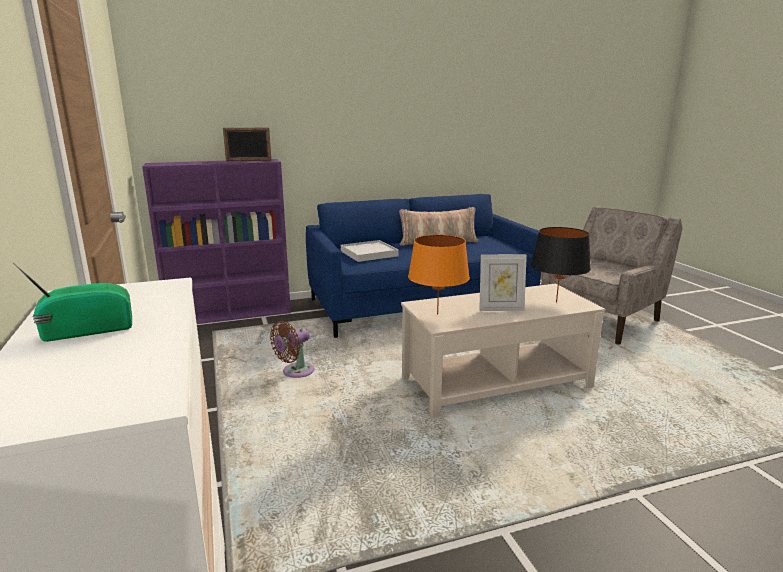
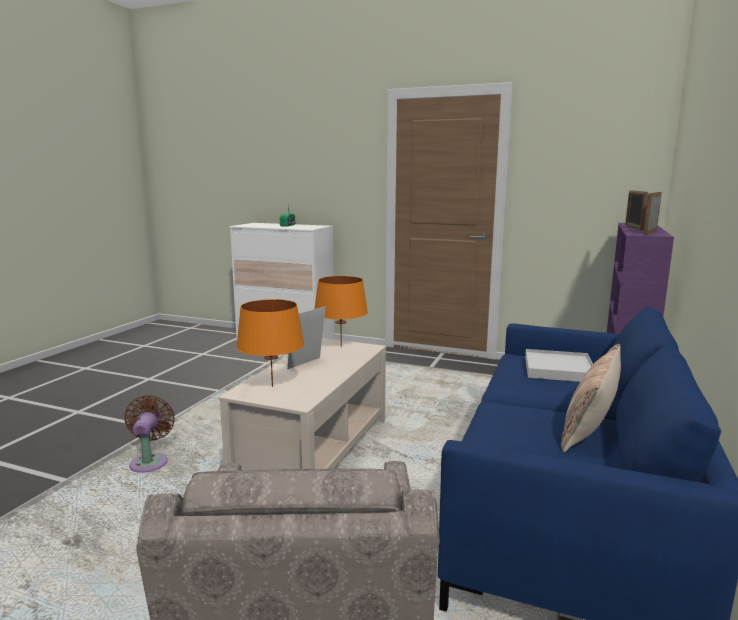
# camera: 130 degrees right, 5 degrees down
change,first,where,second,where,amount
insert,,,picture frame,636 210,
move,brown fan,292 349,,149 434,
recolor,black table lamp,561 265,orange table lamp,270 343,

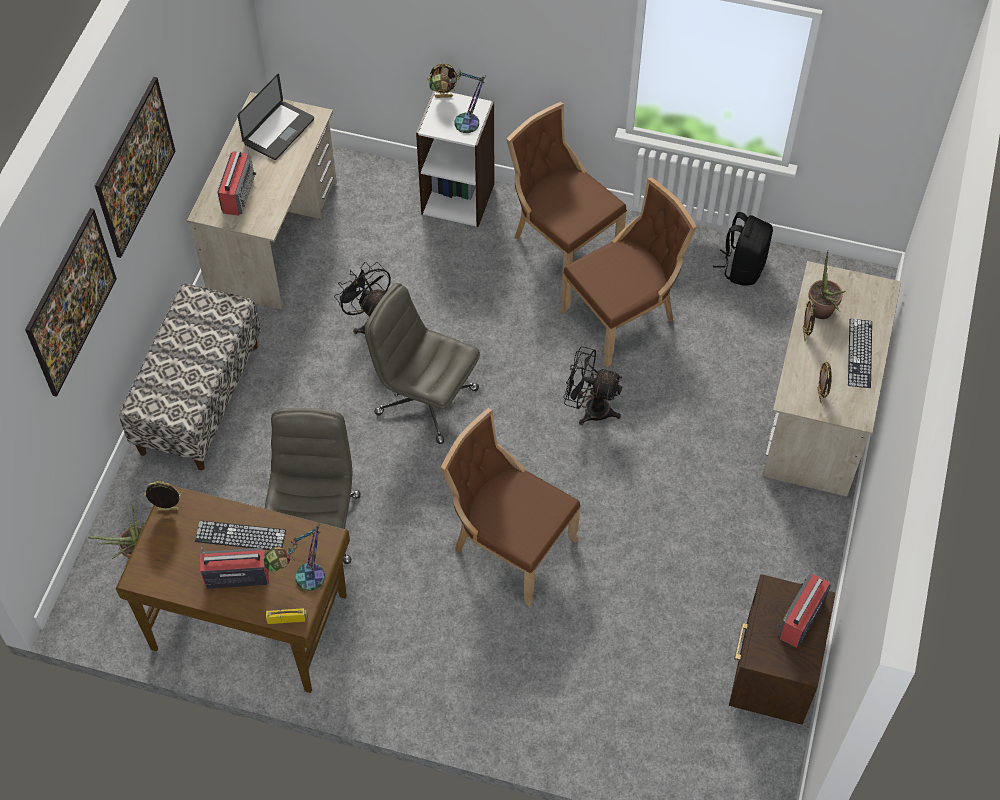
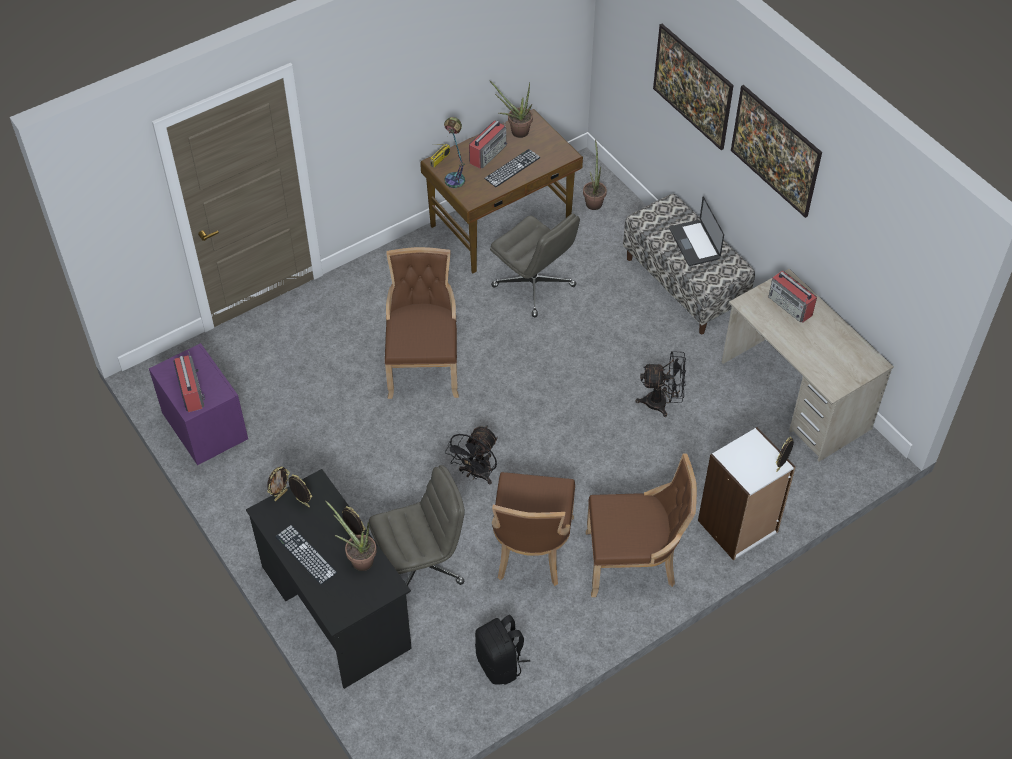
# camera: 130 degrees right, 5 degrees down
change,first,where,second,where,amount
delete,table lamp,457 101,,,
insert,,,potted plant,511 109,
move,picture frame,162 495,,278 483,
move,laptop,276 117,,696 231,
move,grey office chair,422 363,,417 525,
recolor,brown nightstand,782 649,purple nightstand,198 404,
recolor,beige desk,832 378,black desk,329 579,
rotate,brown chair,511 507,,422 323,75 degrees counterclockwise
rotate,black fan,592 385,,471 455,150 degrees clockwise

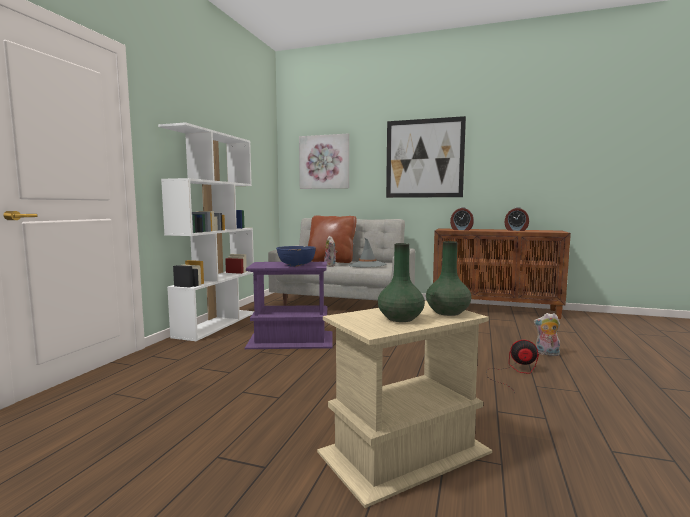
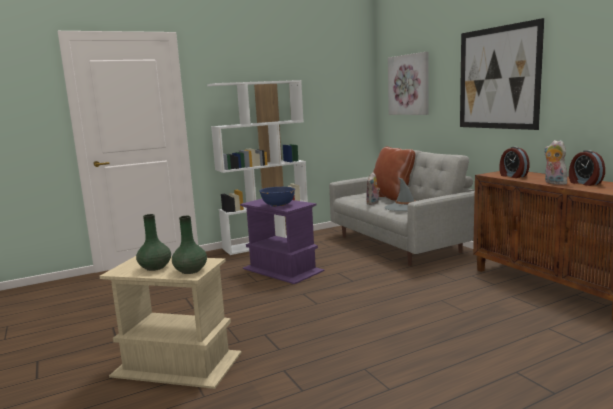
# camera: 45 degrees right, 5 degrees up
change,first,where,second,where,amount
delete,fan,512 366,,,
move,plush toy,547 334,,555 162,

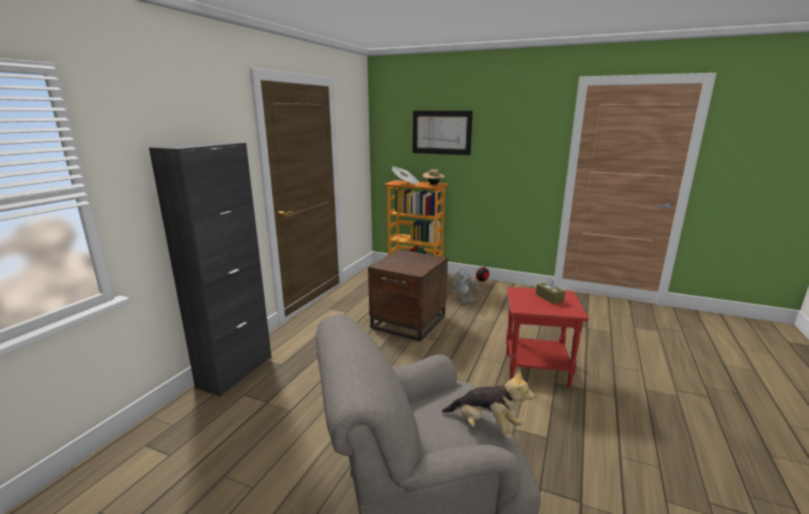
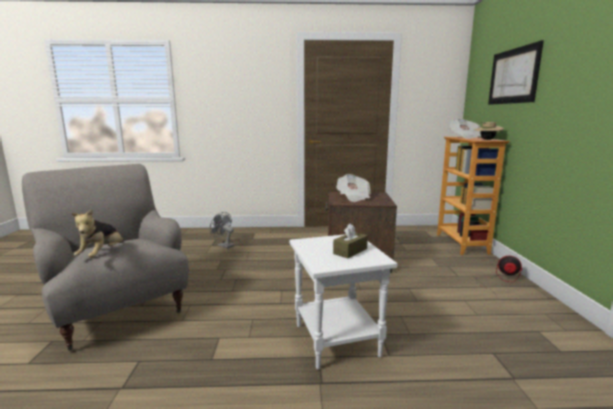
# camera: 65 degrees right, 5 degrees down
change,first,where,second,where,amount
delete,black cabinet,210 269,,,
insert,,,newspaper,353 188,
move,grey fan,465 286,,222 230,
recolor,red side table,547 337,white side table,343 302,

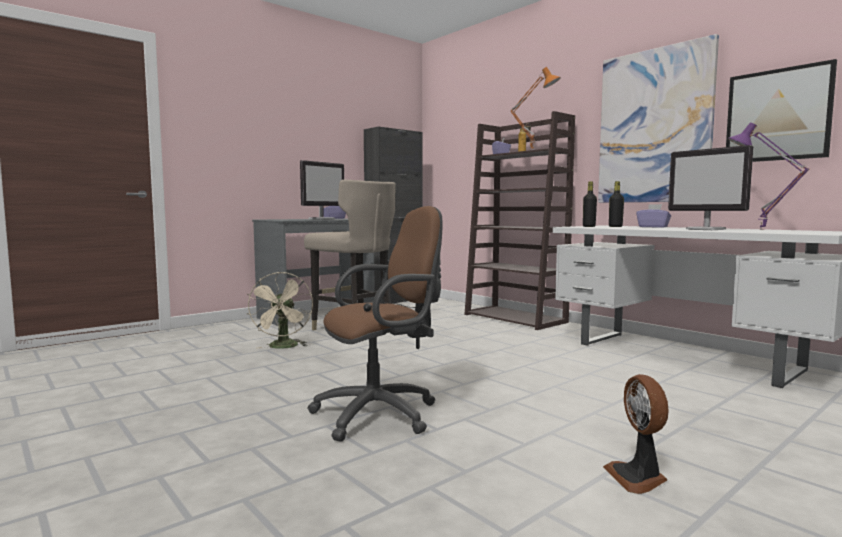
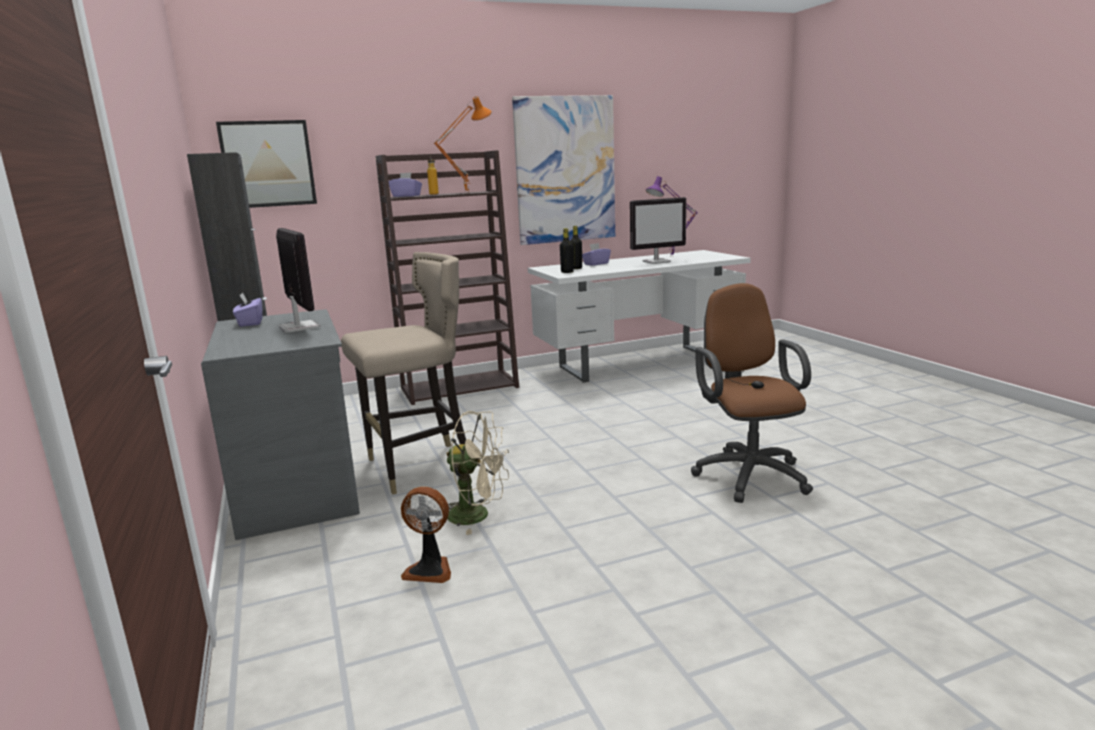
# camera: 70 degrees left, 10 degrees up
change,first,where,second,where,amount
move,fan,636 434,,426 534,
move,picture,781 110,,266 164,

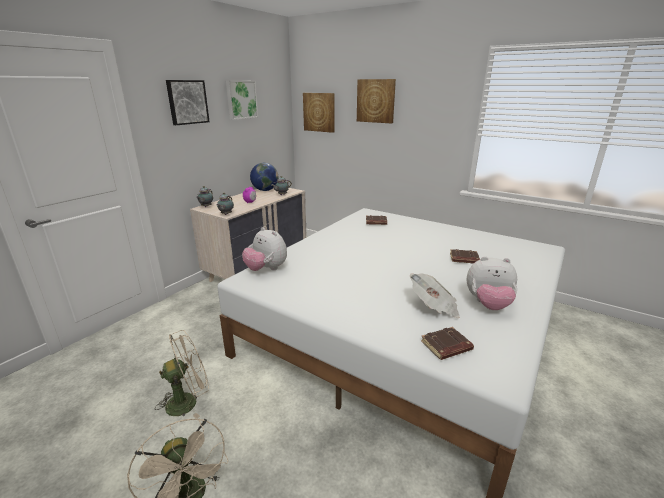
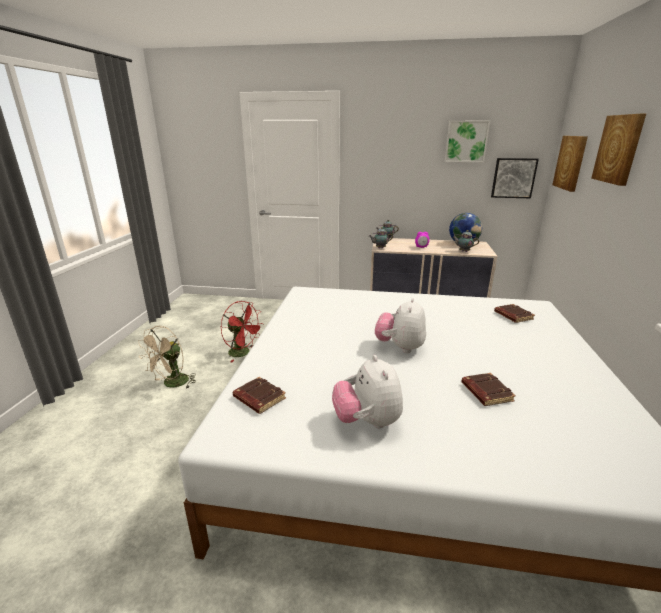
# camera: 65 degrees right, 0 degrees up
change,first,where,second,where,amount
delete,newspaper,435 295,,,
move,picture,188 102,,515 178,
move,plush toy,264 249,,400 325,
recolor,beige fan,182 374,red fan,242 331,

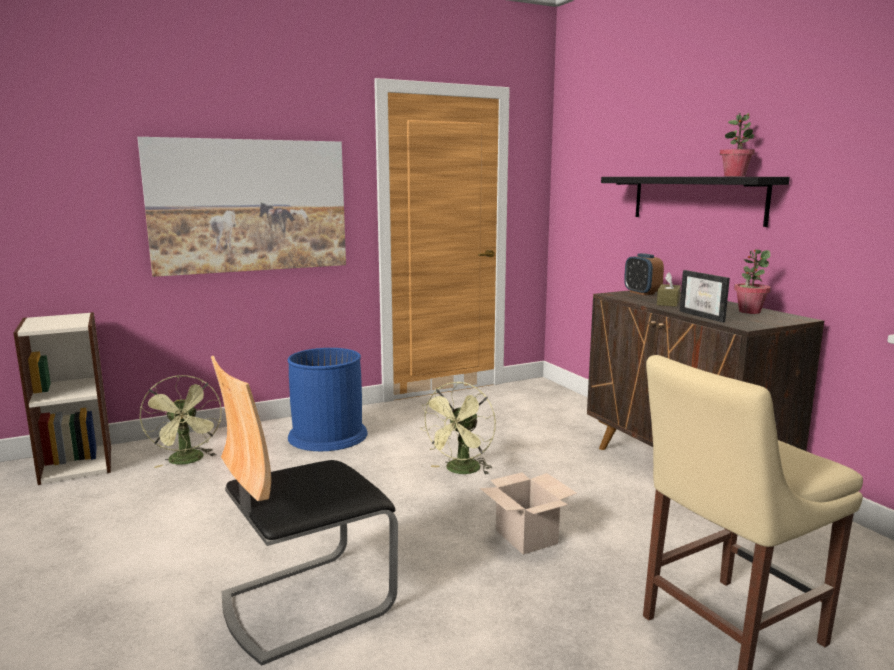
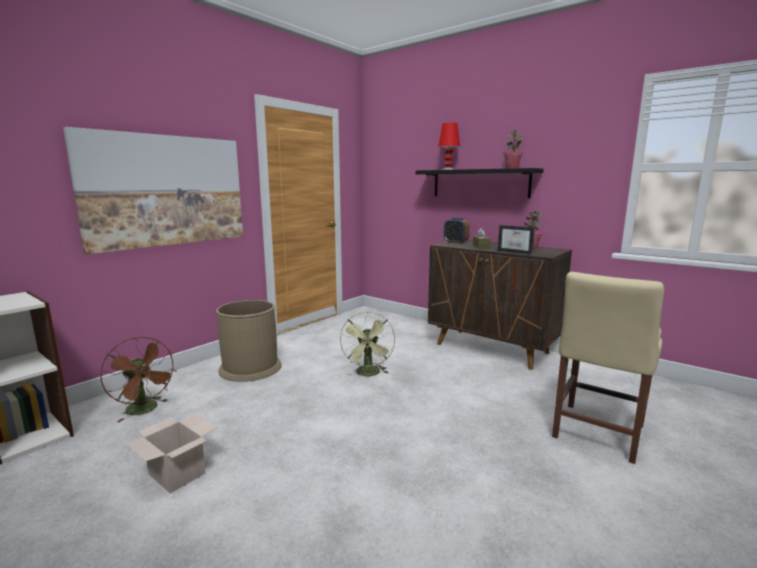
# camera: 25 degrees left, 0 degrees up
change,first,where,second,where,amount
delete,chair,304 511,,,
insert,,,red table lamp,449 146,
move,cardboard box,528 513,,170 453,
recolor,green fan,181 421,brown fan,138 379,
recolor,blue trash can,327 399,brown trash can,249 341,

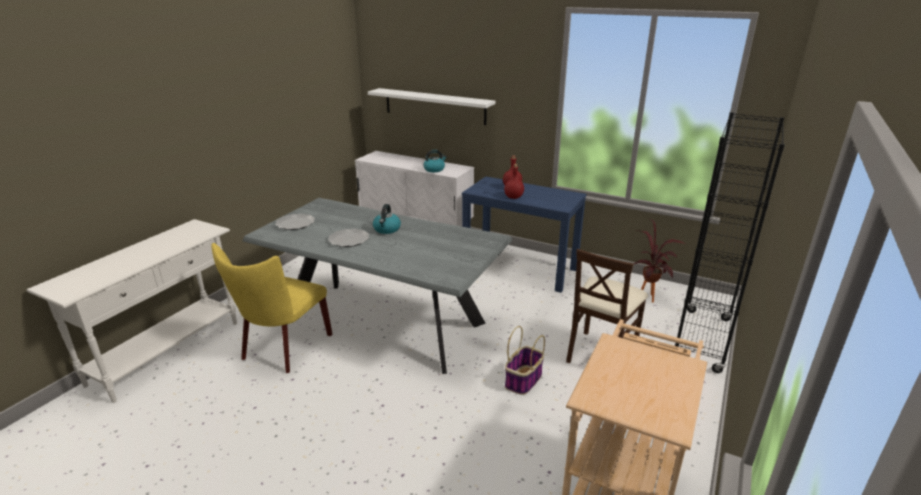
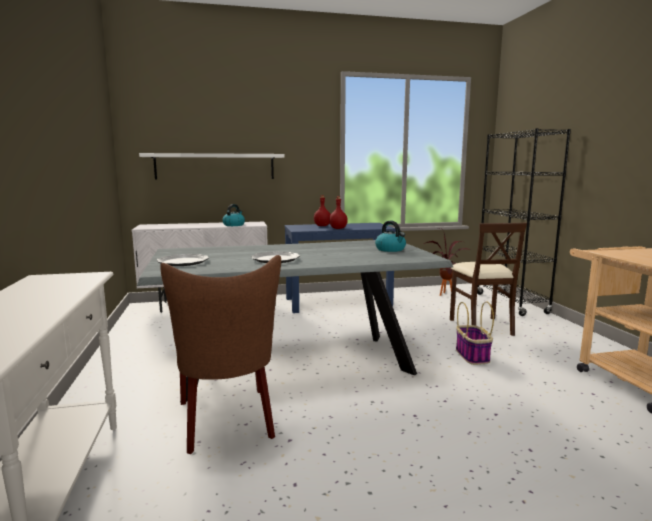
# camera: 40 degrees left, 15 degrees down
change,first,where,second,where,amount
move,kettle,387 219,,390 236,
recolor,yellow chair,271 308,brown chair,220 354,

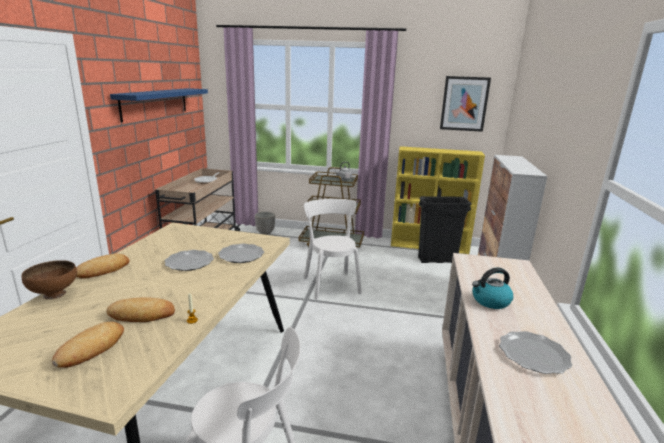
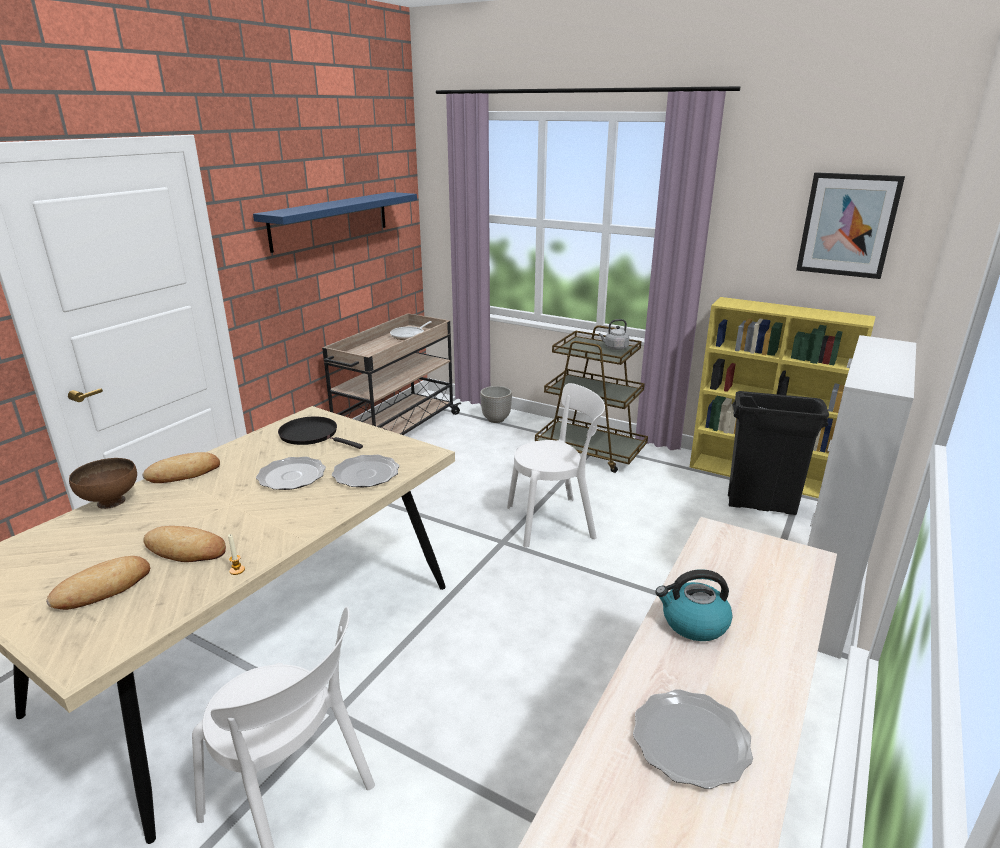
# camera: 20 degrees right, 5 degrees up
change,first,where,second,where,amount
insert,,,black frying pan,320 432,
rotate,white chair,333 249,,556 465,75 degrees clockwise

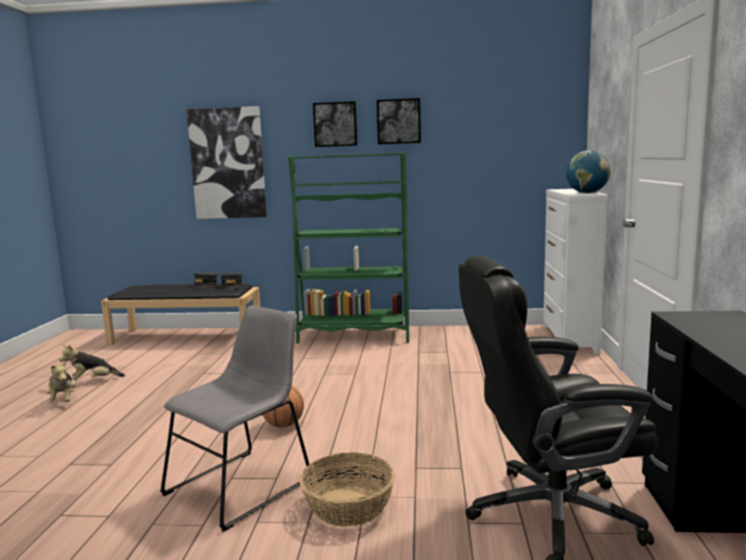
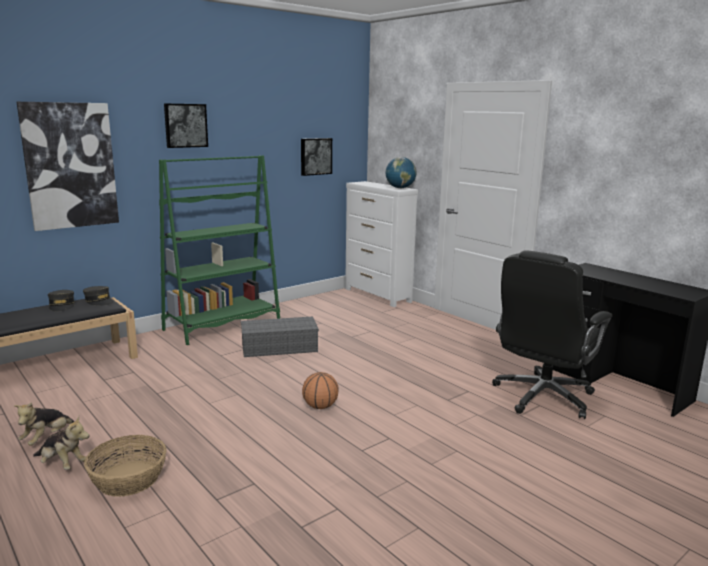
# camera: 45 degrees left, 5 degrees up
change,first,where,second,where,amount
delete,grey chair,236 418,,,
insert,,,grey storage box,280 337,
move,basket,347 489,,125 466,
move,picture,399 121,,316 157,

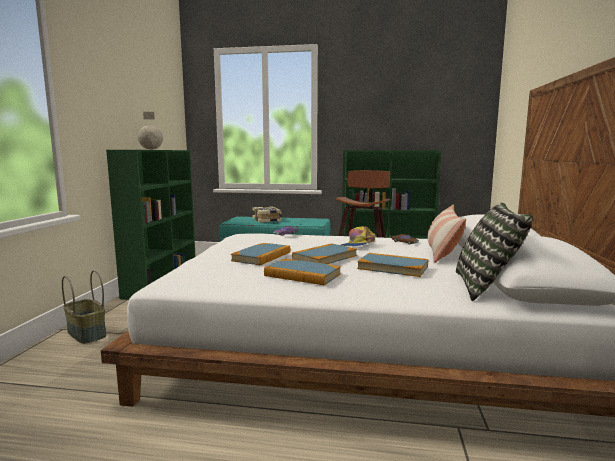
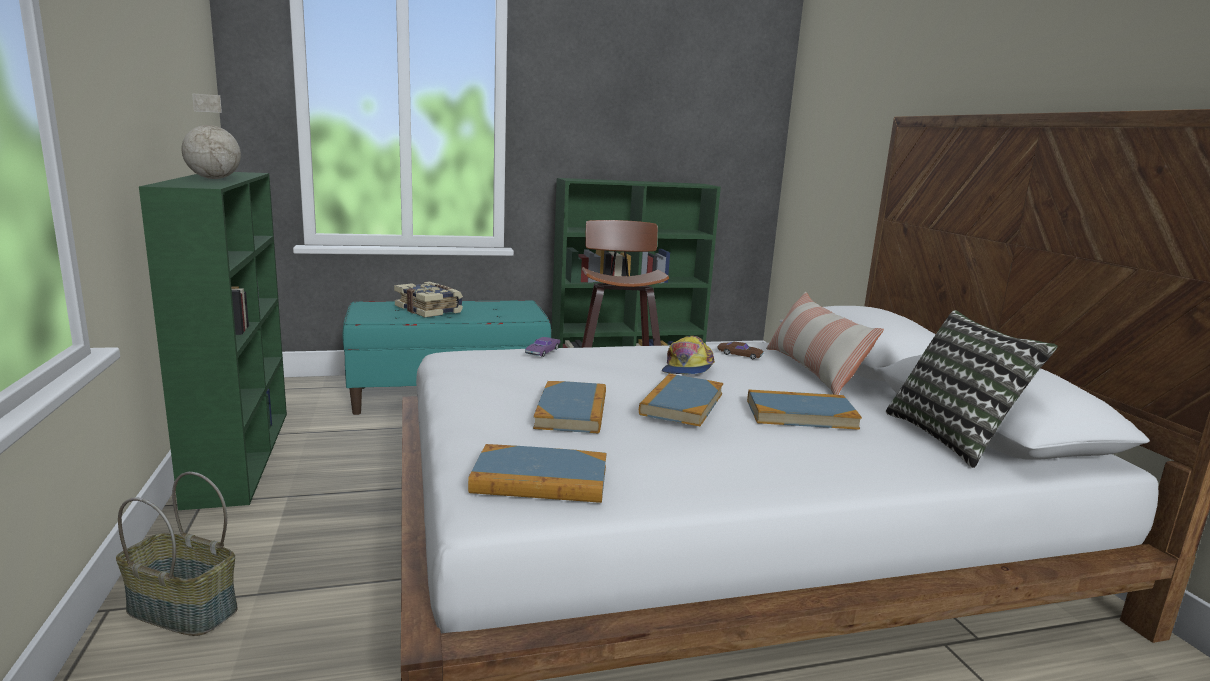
# camera: 25 degrees left, 5 degrees up
change,first,where,second,where,amount
move,book,302 272,,537 473,

